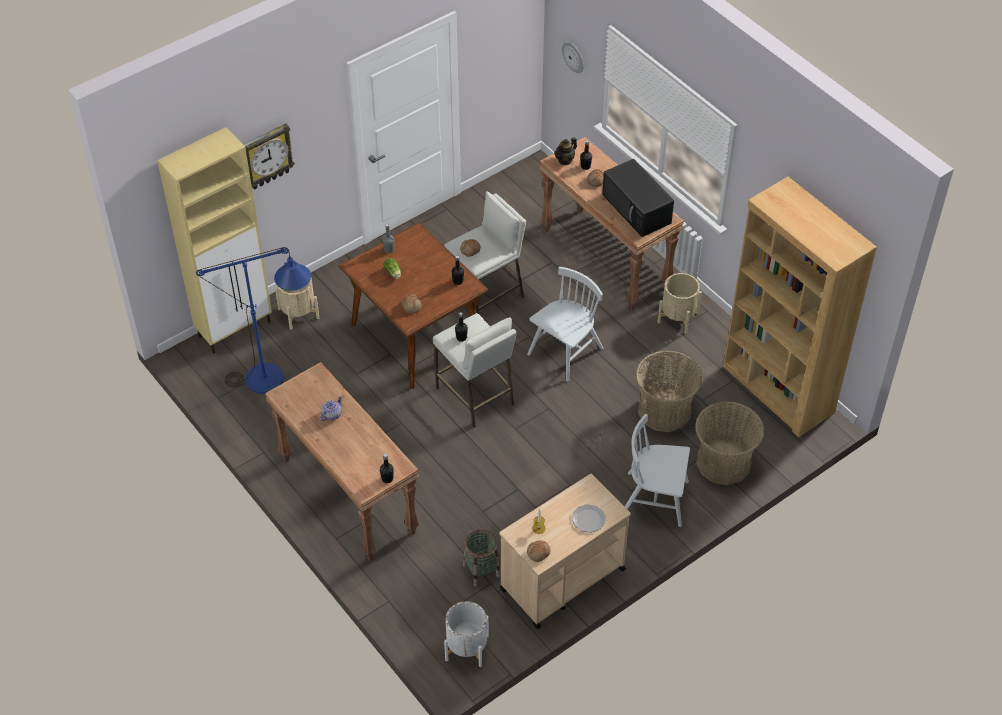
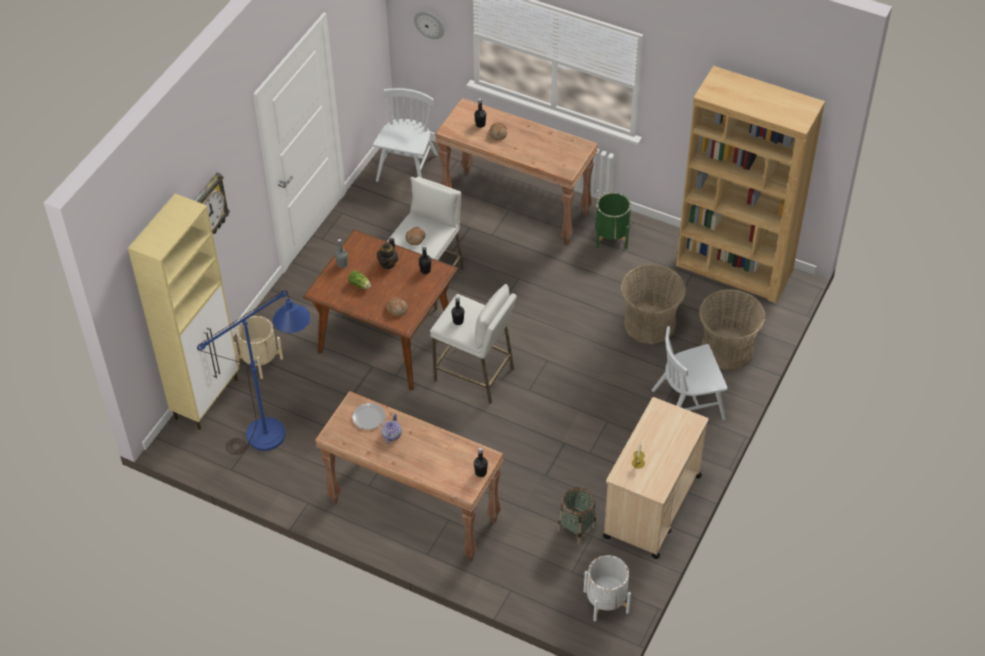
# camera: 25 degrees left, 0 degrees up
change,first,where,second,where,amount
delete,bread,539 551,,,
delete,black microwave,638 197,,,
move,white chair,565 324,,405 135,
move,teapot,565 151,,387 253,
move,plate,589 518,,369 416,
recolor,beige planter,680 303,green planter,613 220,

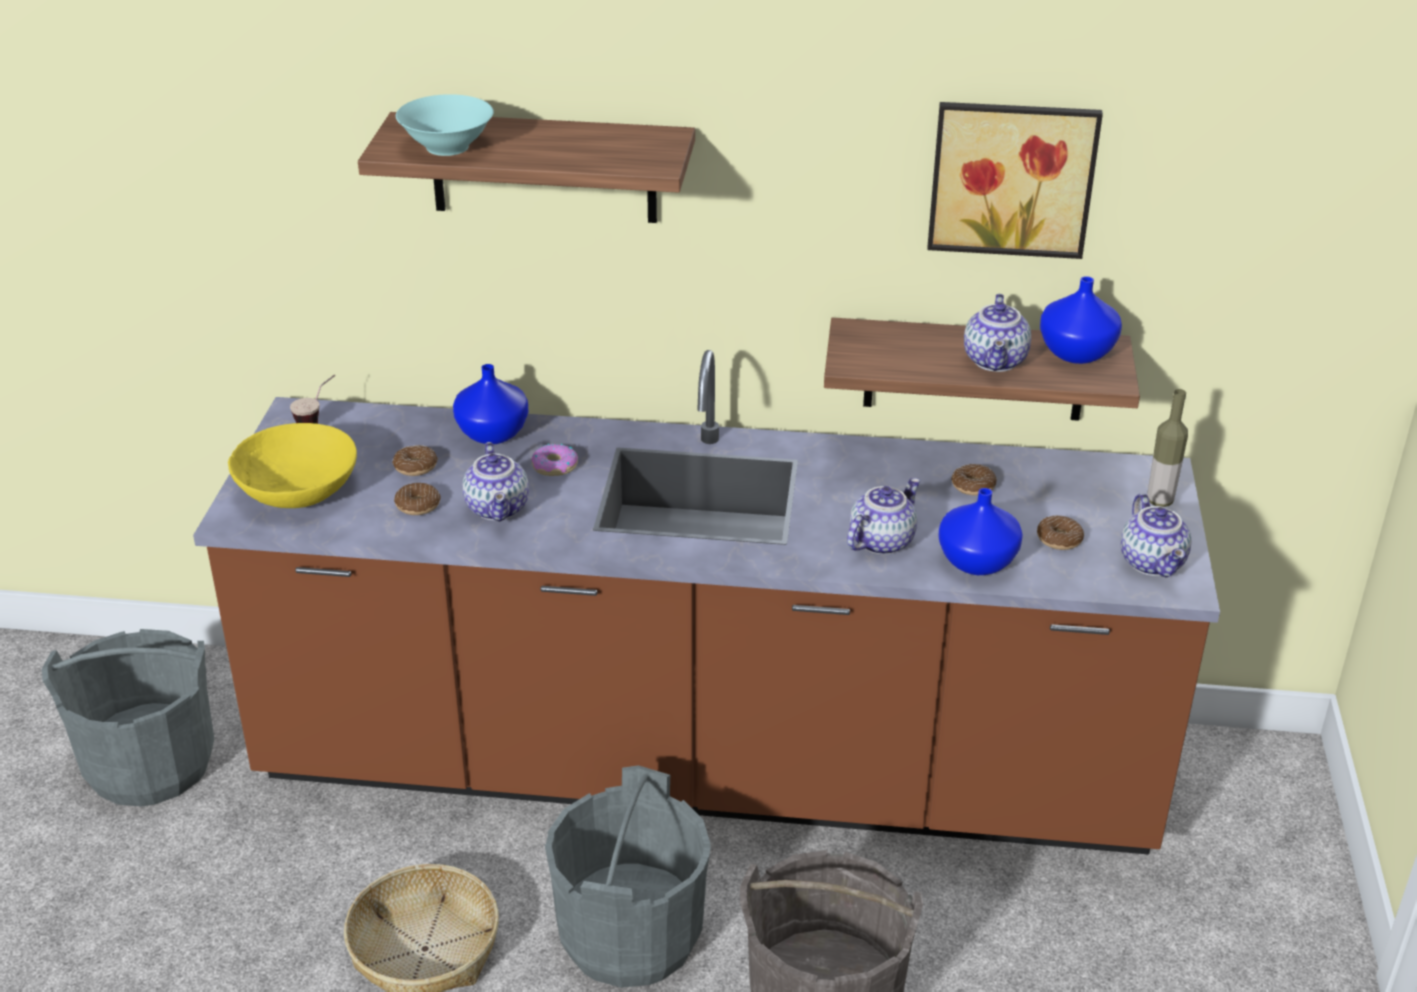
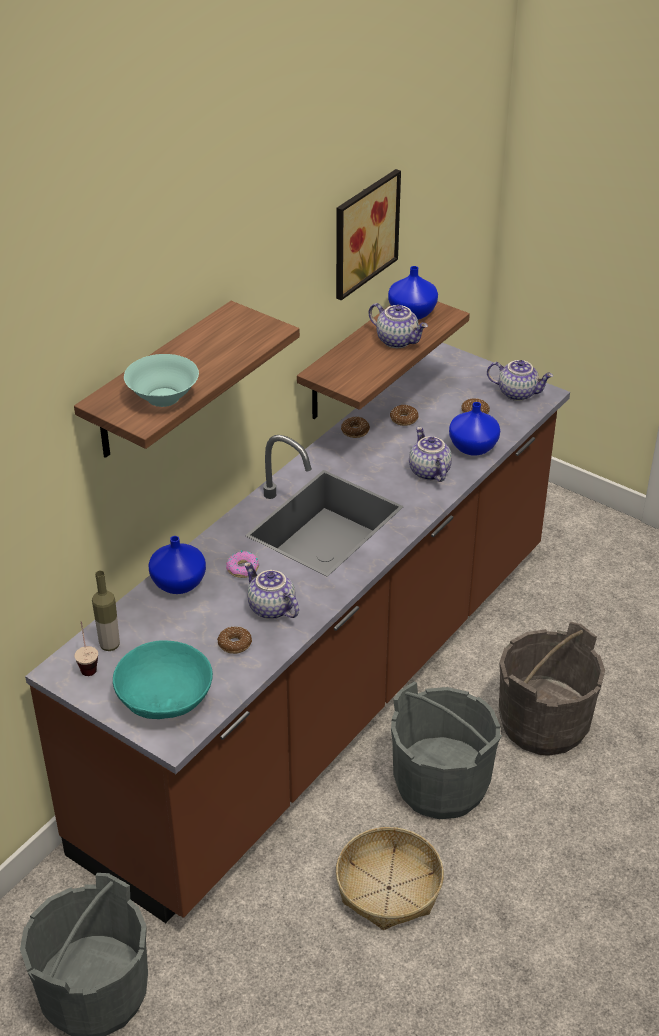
# camera: 60 degrees left, 5 degrees up
change,first,where,second,where,amount
move,donut,415 460,,355 427,
move,bottle,1167 448,,106 610,
recolor,yellow bowl,292 465,turquoise bowl,163 679,
rotate,teapot,496 481,,271 590,150 degrees counterclockwise

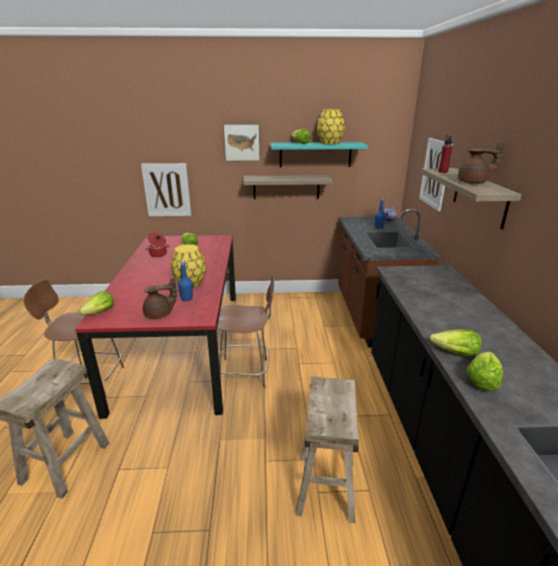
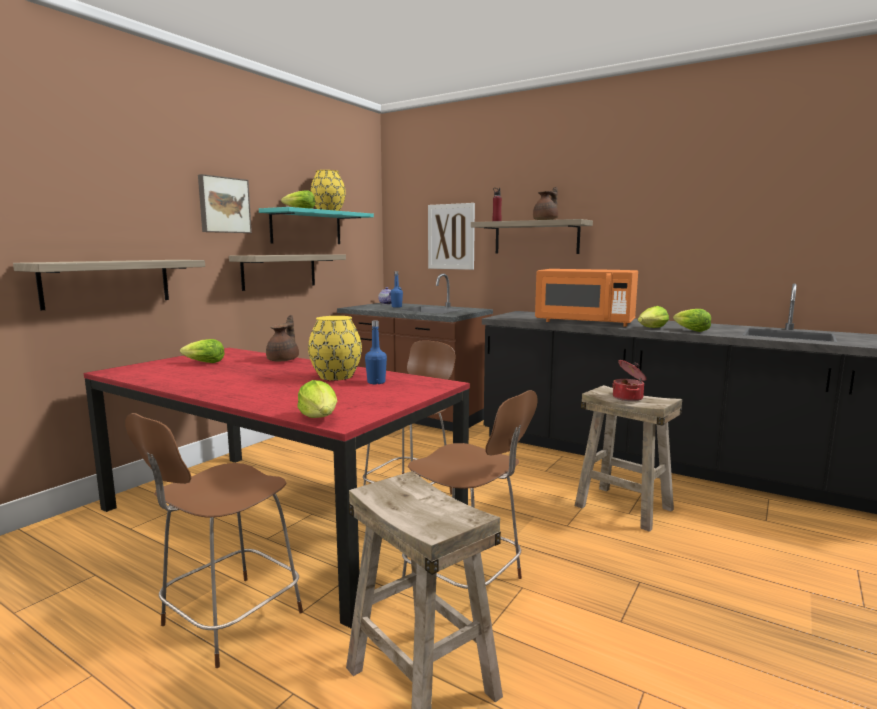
# camera: 55 degrees left, 15 degrees down
change,first,where,second,where,amount
insert,,,brown chair,470 489,
insert,,,orange microwave,586 298,
move,brown teapot,160 298,,282 338,
move,cooking pot,157 244,,629 380,
replace,picture,166 189,shelf,109 285,

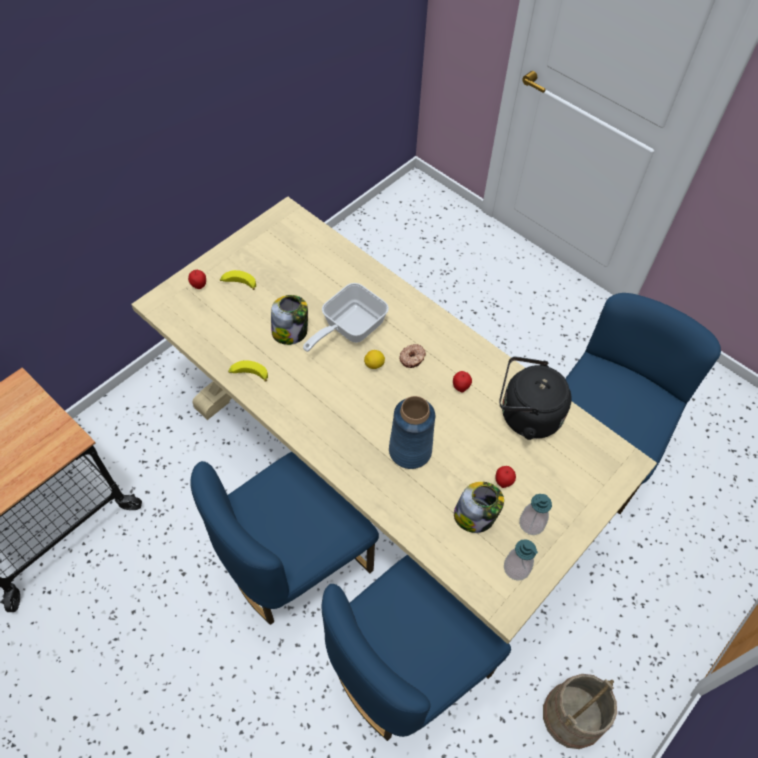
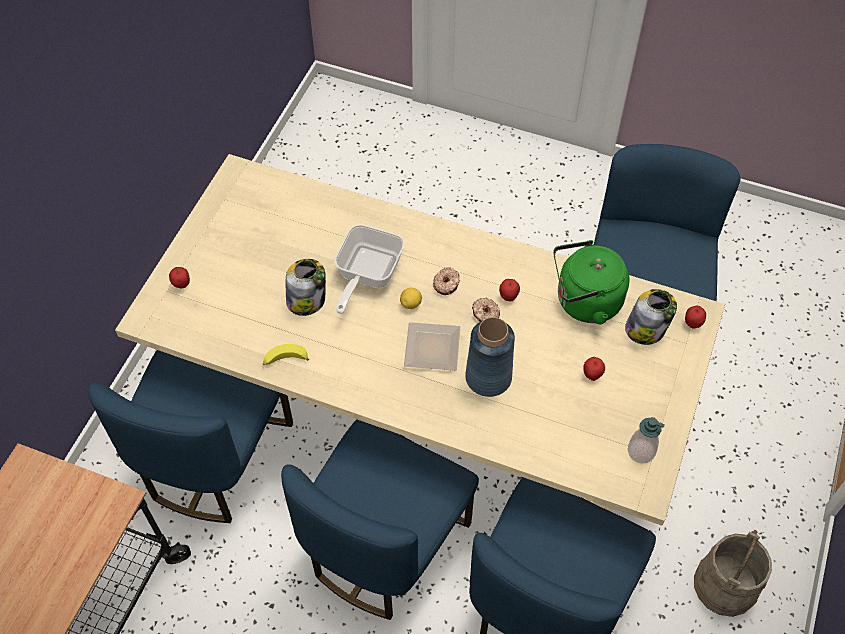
# camera: 20 degrees left, 0 degrees up
change,first,where,second,where,amount
delete,banana,238 280,,,
delete,soap dispenser,535 514,,,
insert,,,blue chair,190 436,
insert,,,plate,432 346,
insert,,,donut,486 309,
insert,,,apple,695 317,
move,jar,479 507,,651 317,
recolor,black kettle,535 398,green kettle,591 282,

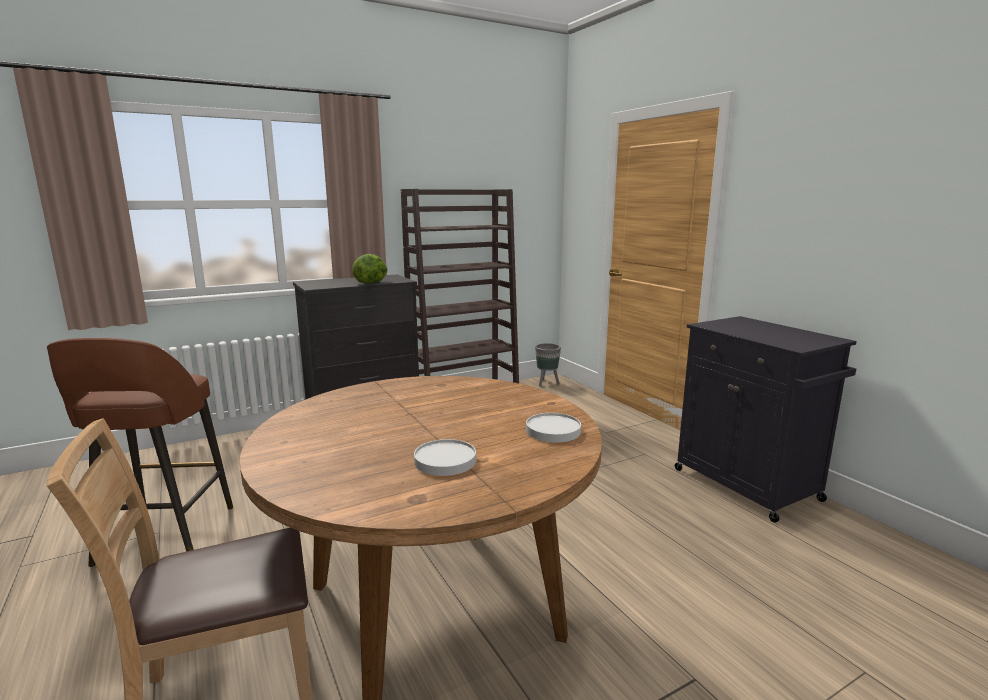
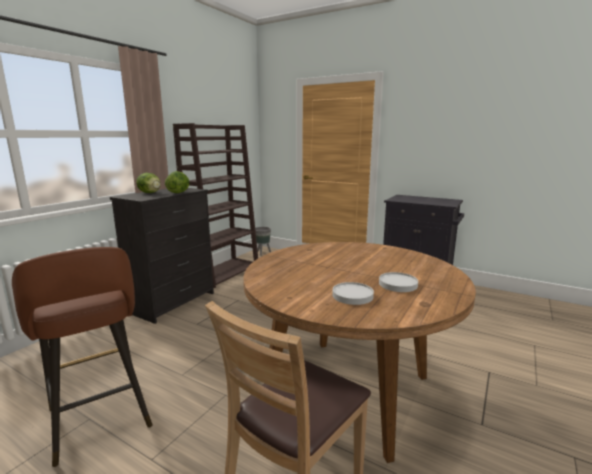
# camera: 30 degrees left, 0 degrees up
change,first,where,second,where,amount
insert,,,lettuce,148 183,
move,white plate,553 428,,353 293,

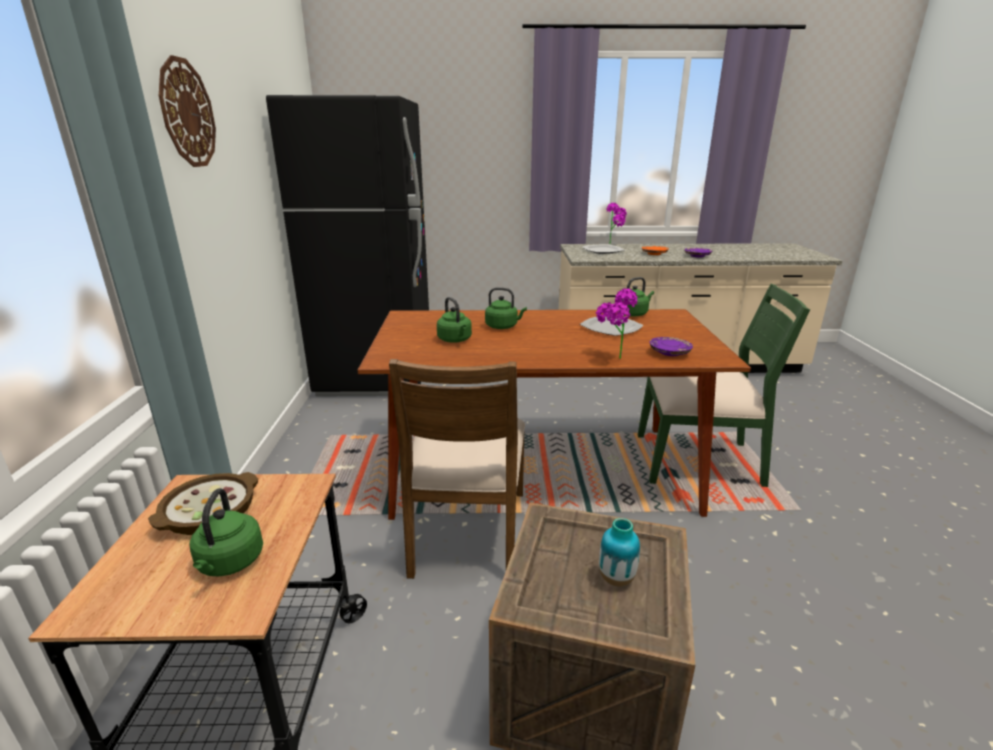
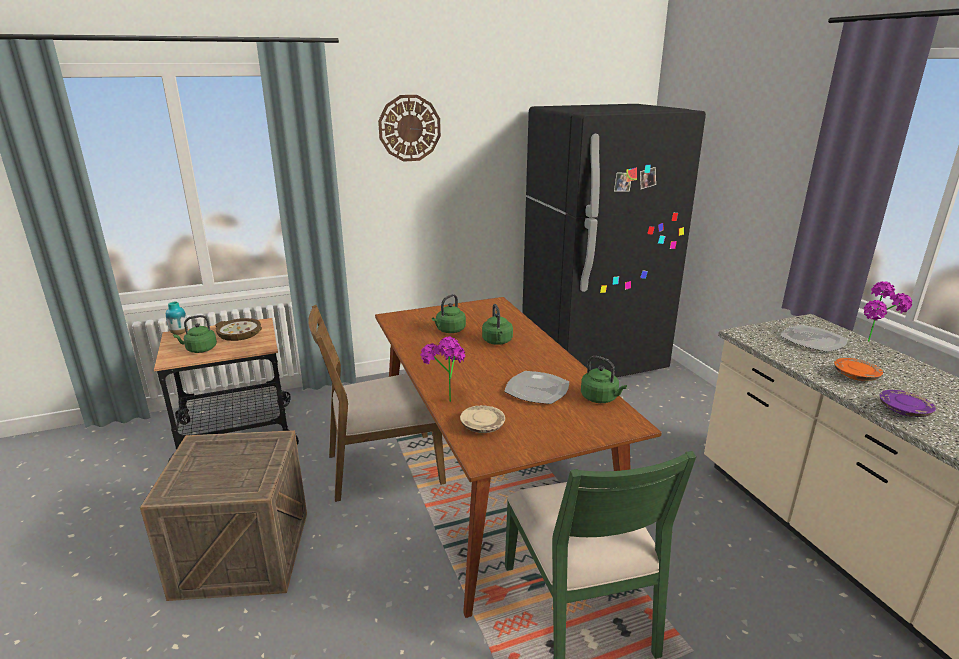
# camera: 70 degrees right, 0 degrees up
change,first,where,second,where,amount
move,vase,619 552,,177 318,
recolor,purple plate,671 346,beige plate,482 419,

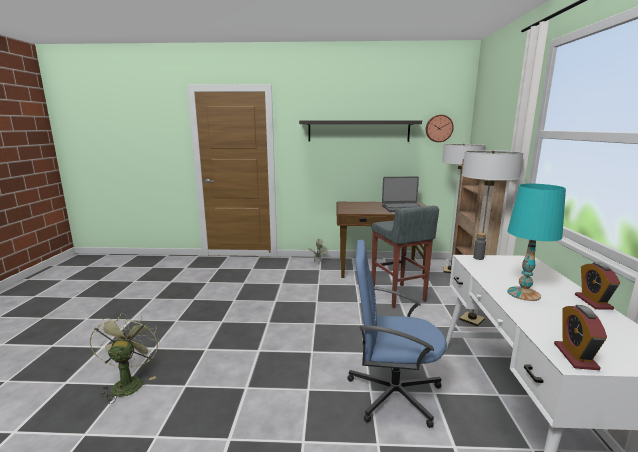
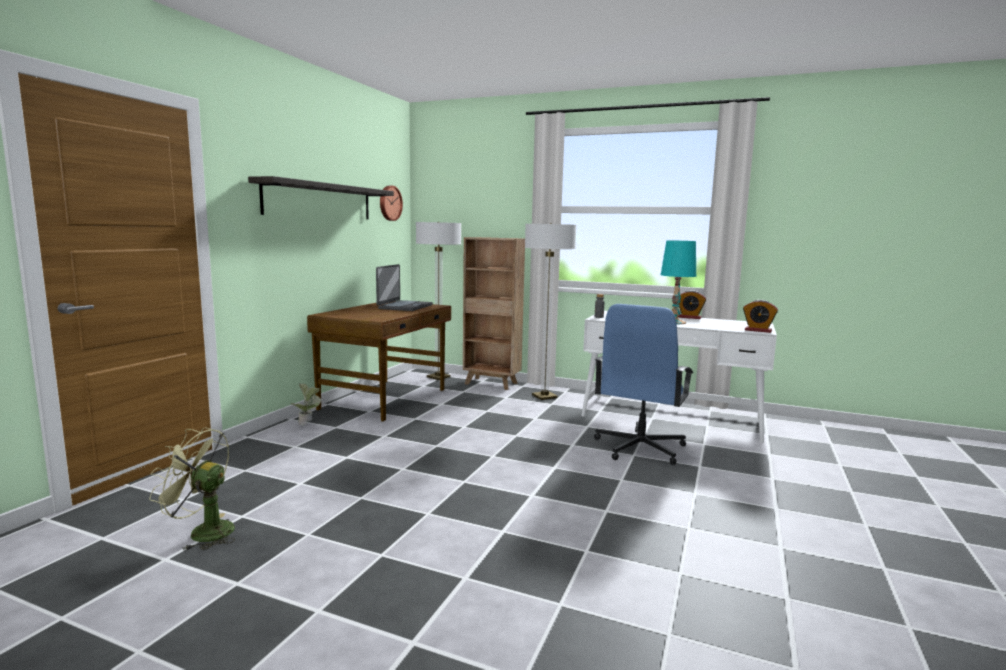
# camera: 70 degrees left, 5 degrees down
change,first,where,second,where,amount
delete,grey stool,405 257,,,
move,green fan,124 358,,192 489,

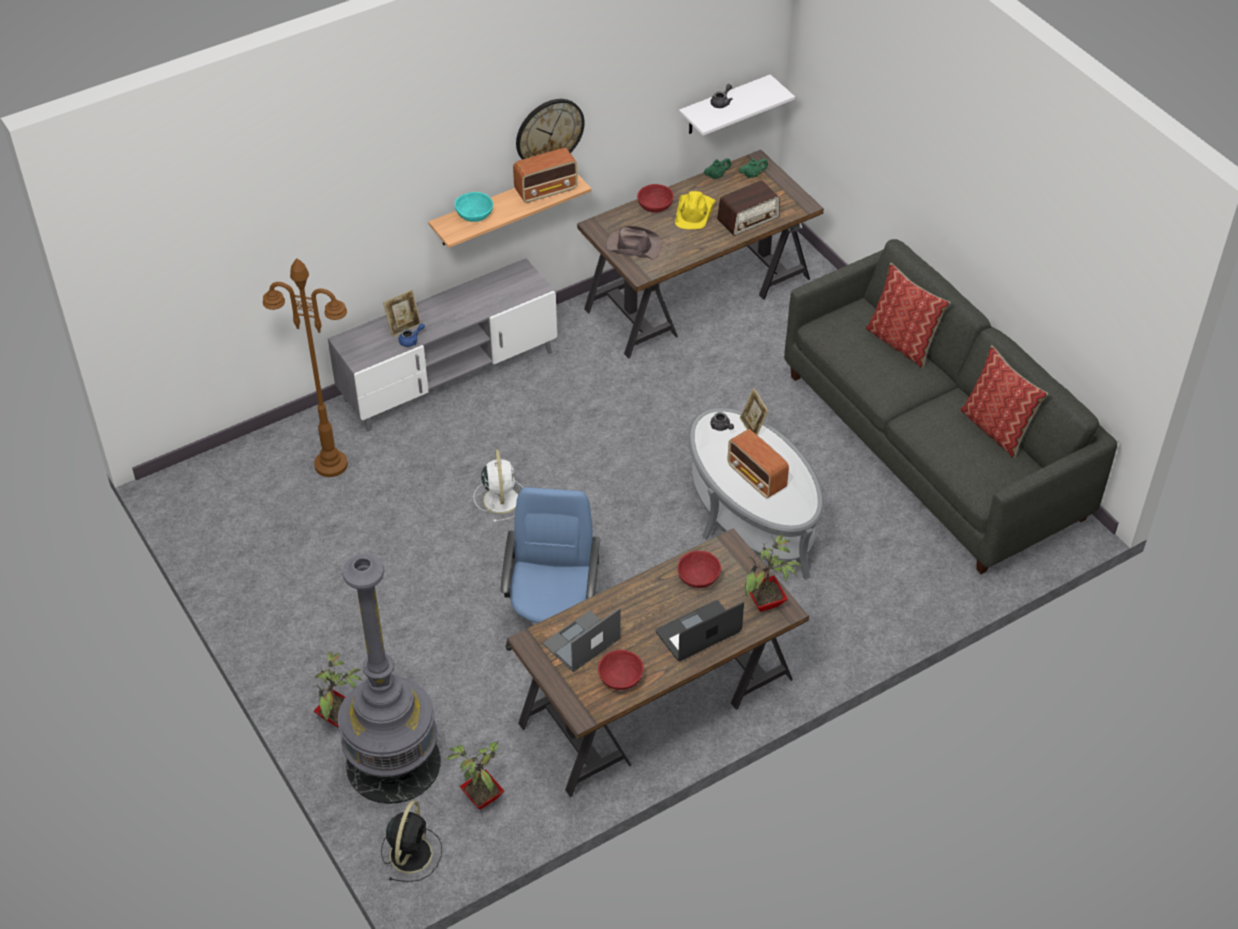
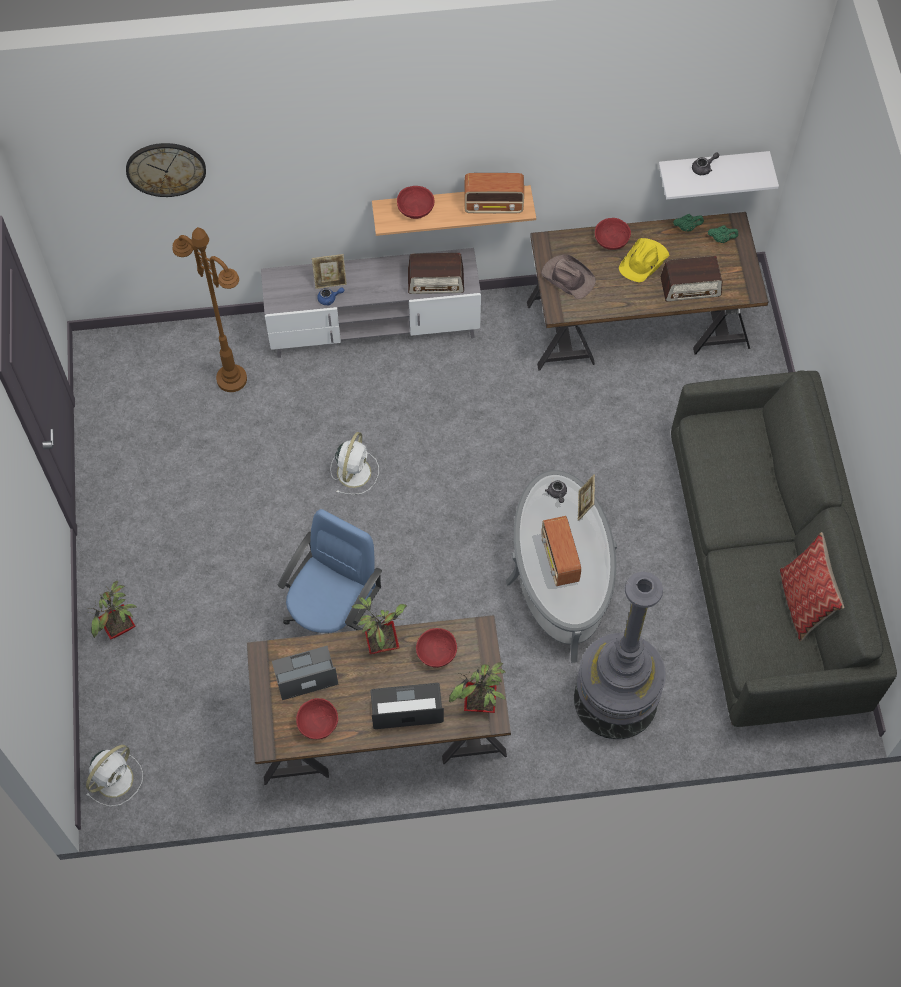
# camera: 25 degrees right, 15 degrees up
change,first,where,second,where,amount
delete,pillow,908 316,,,
insert,,,radio,436 273,
move,grey floor lamp,389 679,,620 655,
move,potted plant,475 775,,379 625,
move,wall clock,550 129,,166 170,
recolor,black fan,411 841,white fan,114 775,
recolor,turquoise bowl,474 207,red bowl,416 202,

